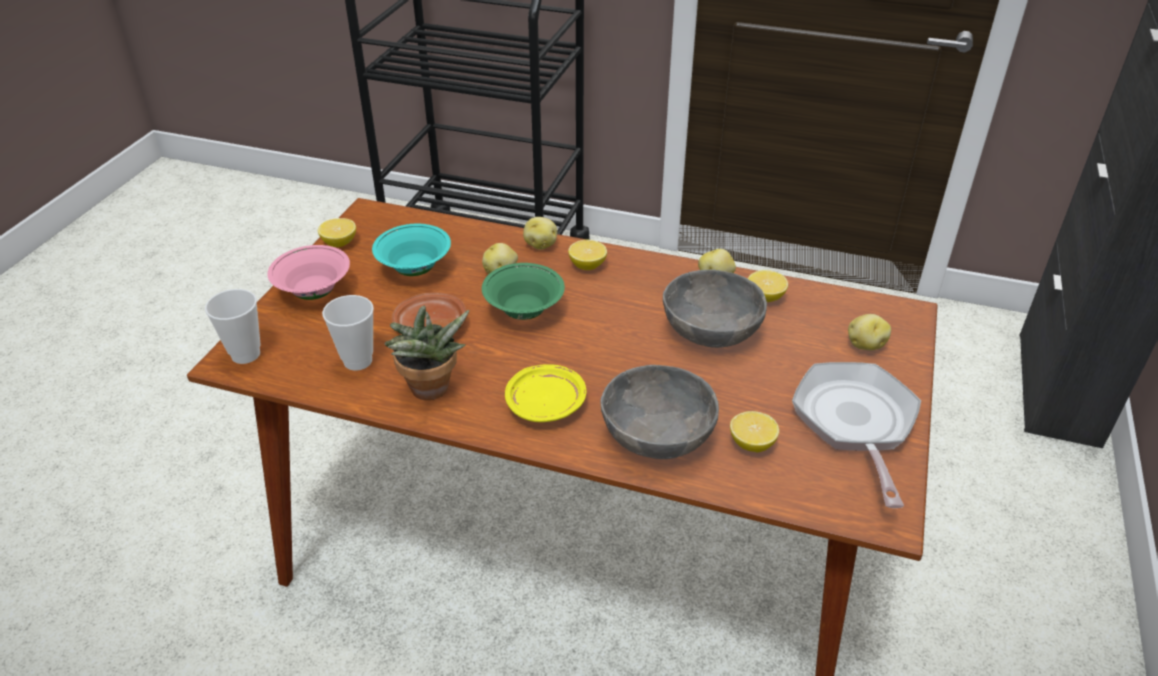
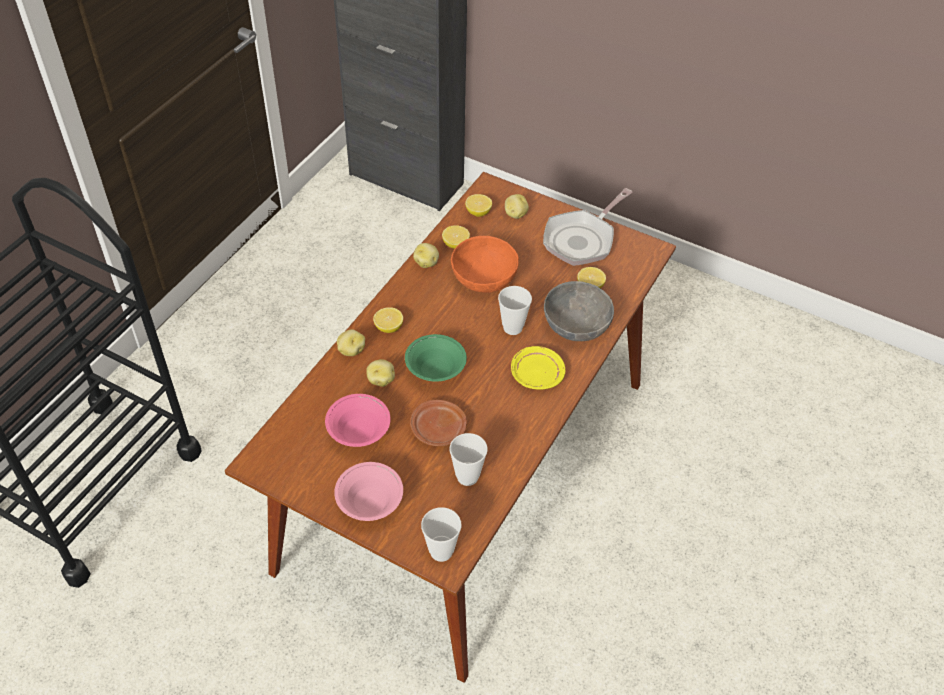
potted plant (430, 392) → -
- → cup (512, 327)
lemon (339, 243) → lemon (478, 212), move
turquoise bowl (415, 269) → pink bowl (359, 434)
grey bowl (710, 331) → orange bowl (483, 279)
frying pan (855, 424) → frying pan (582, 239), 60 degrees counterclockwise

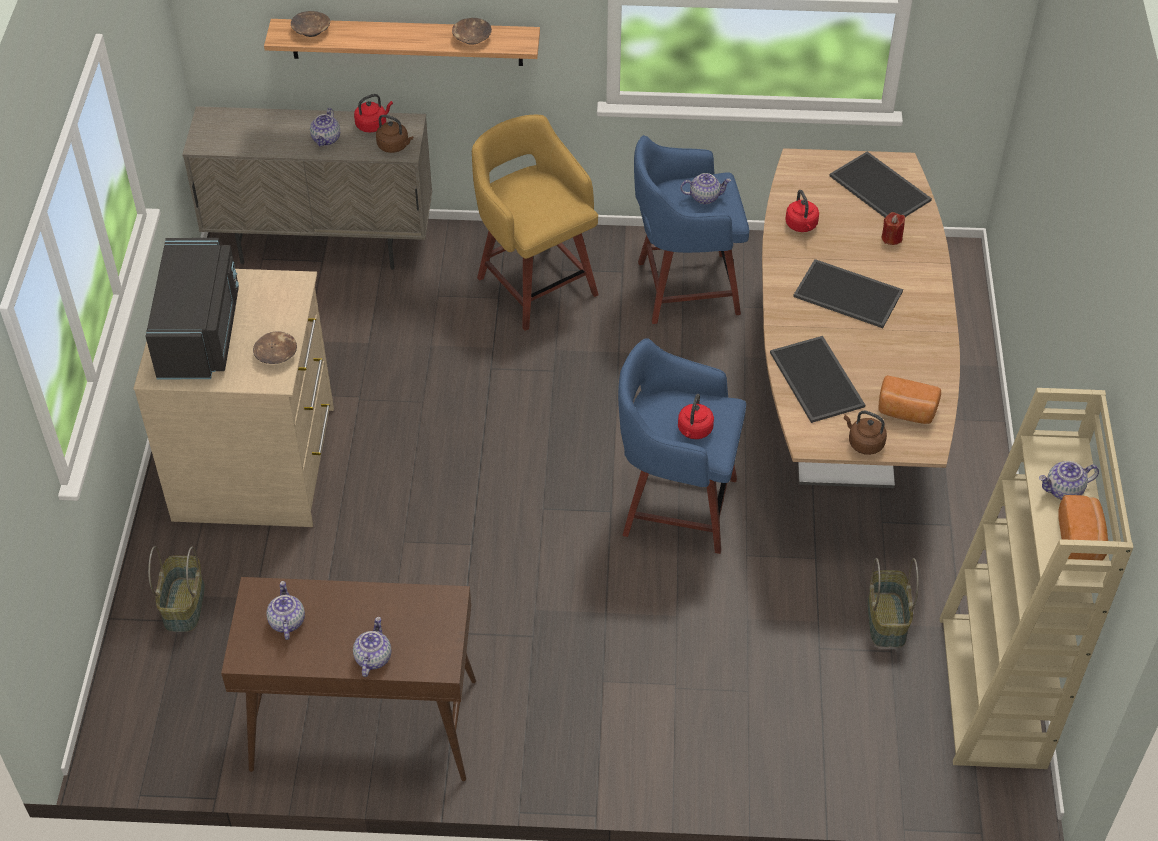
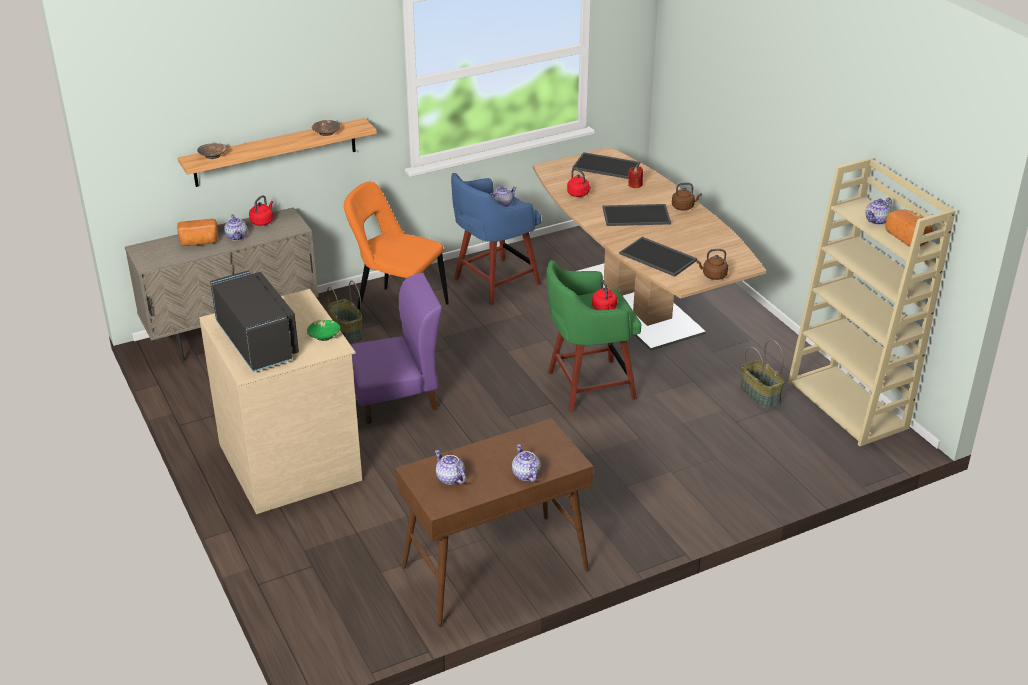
- → purple chair (394, 398)
basket (183, 604) → basket (345, 332), move
brown kettle (394, 146) → brown kettle (684, 207), move
bread (906, 412) → bread (199, 242), move
yellow stool (535, 283) → orange chair (398, 309)
brown bowl (276, 355) → green bowl (324, 335)
blue stool (675, 505) → green stool (588, 385)

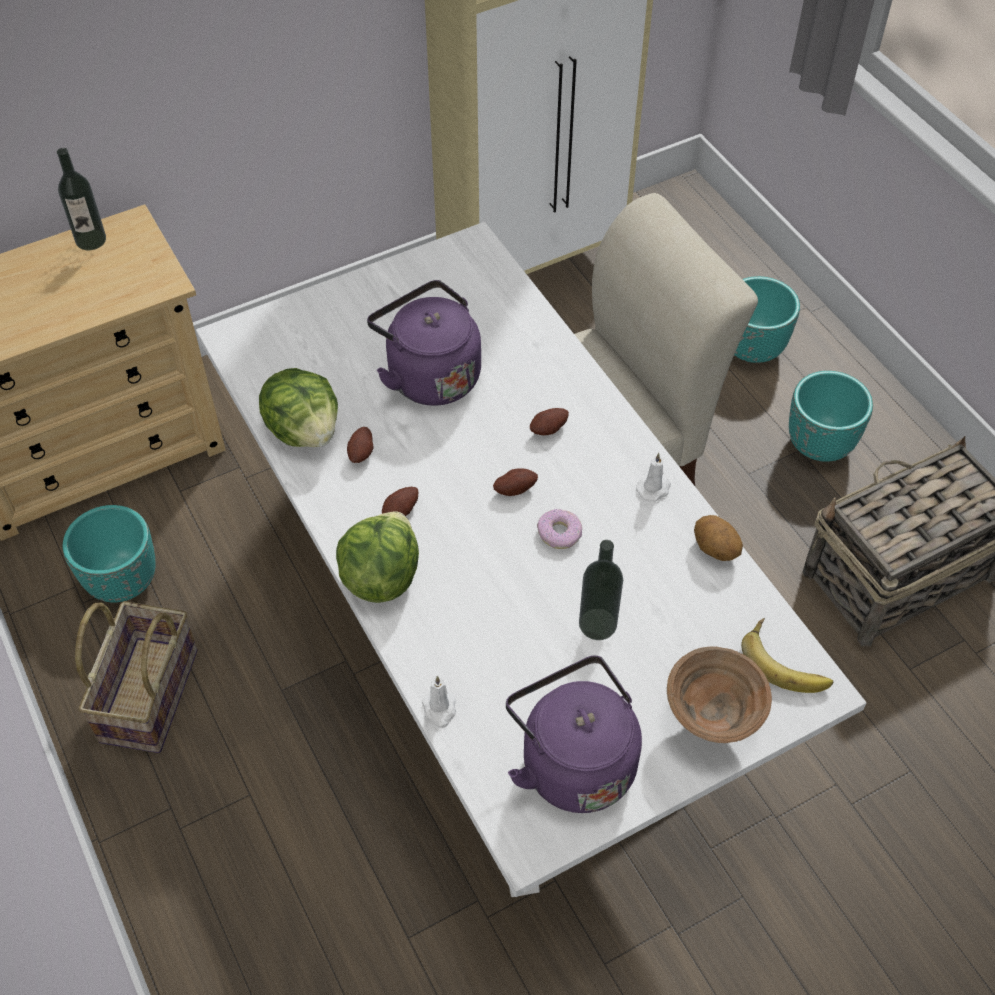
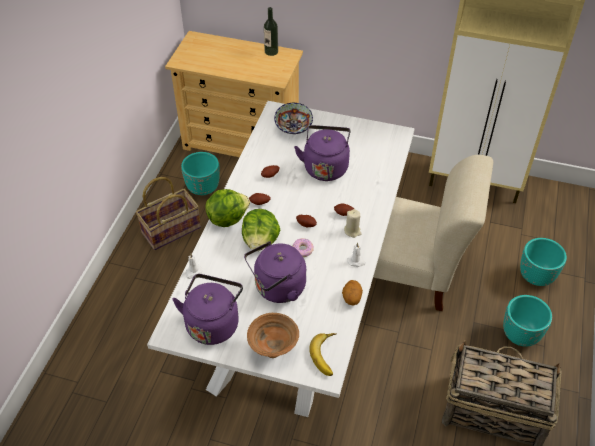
- → bowl (293, 127)
- → beige candle (352, 231)
lettuce (304, 430) → lettuce (261, 241), move
bottle (597, 624) → purple kettle (277, 288)

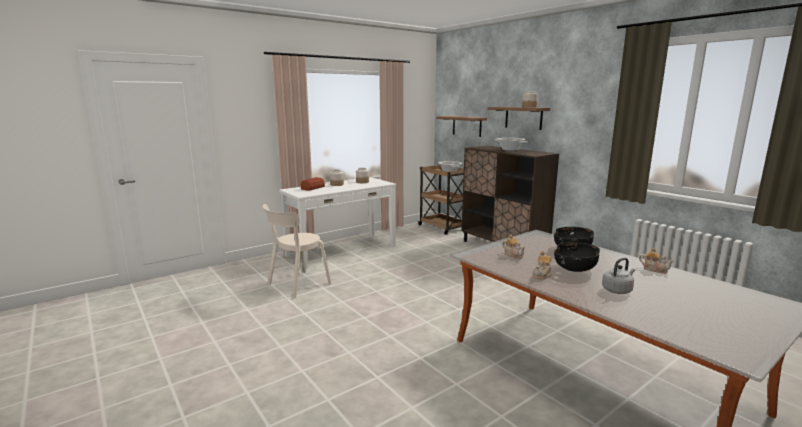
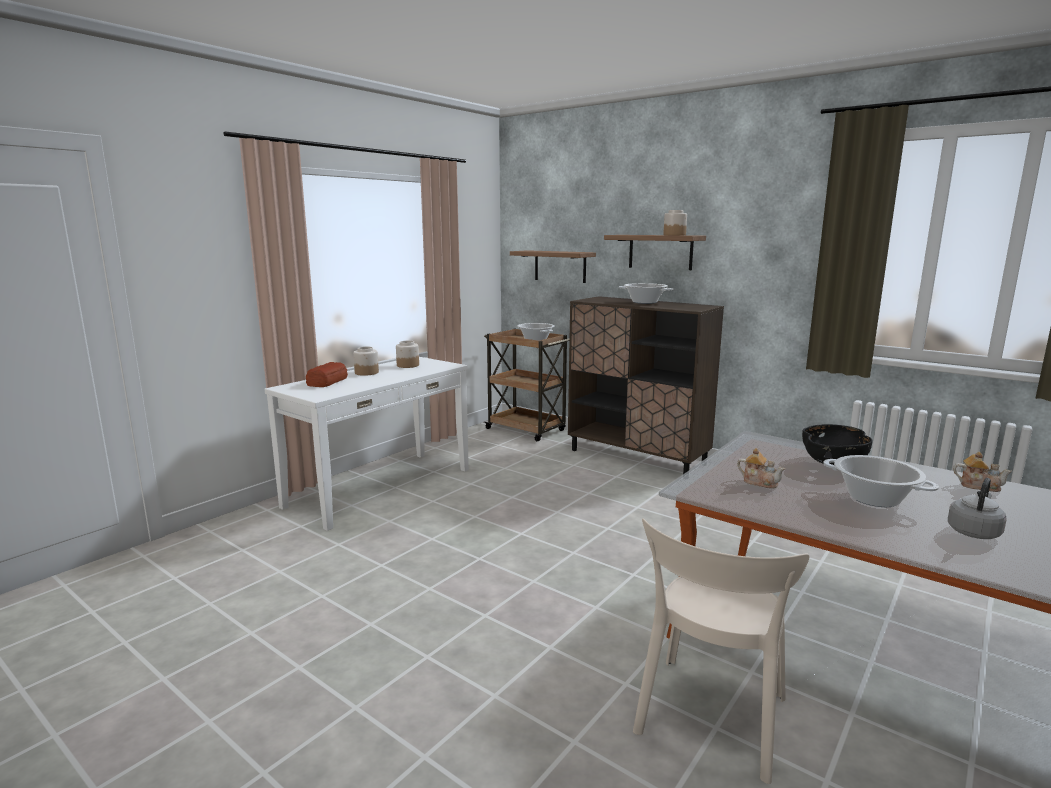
teapot (542, 275) → -
beige chair (297, 285) → beige chair (710, 720), move
black bowl (575, 269) → cooking pot (874, 498)

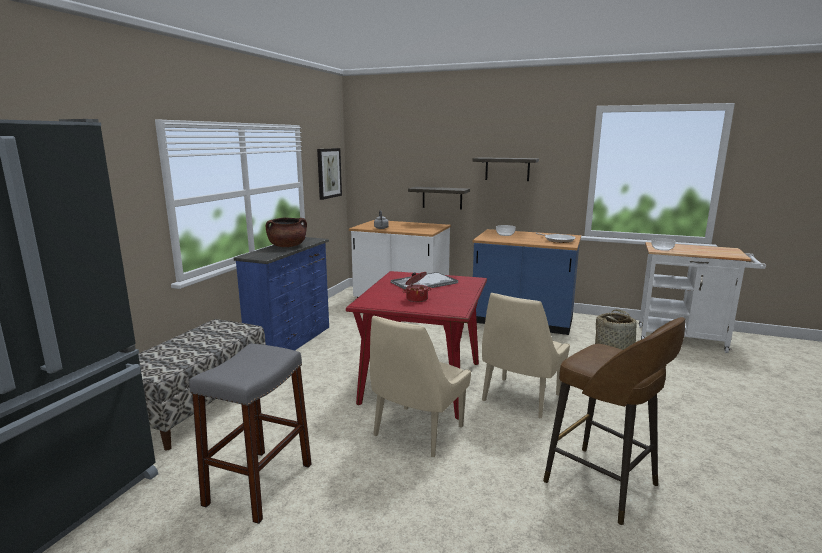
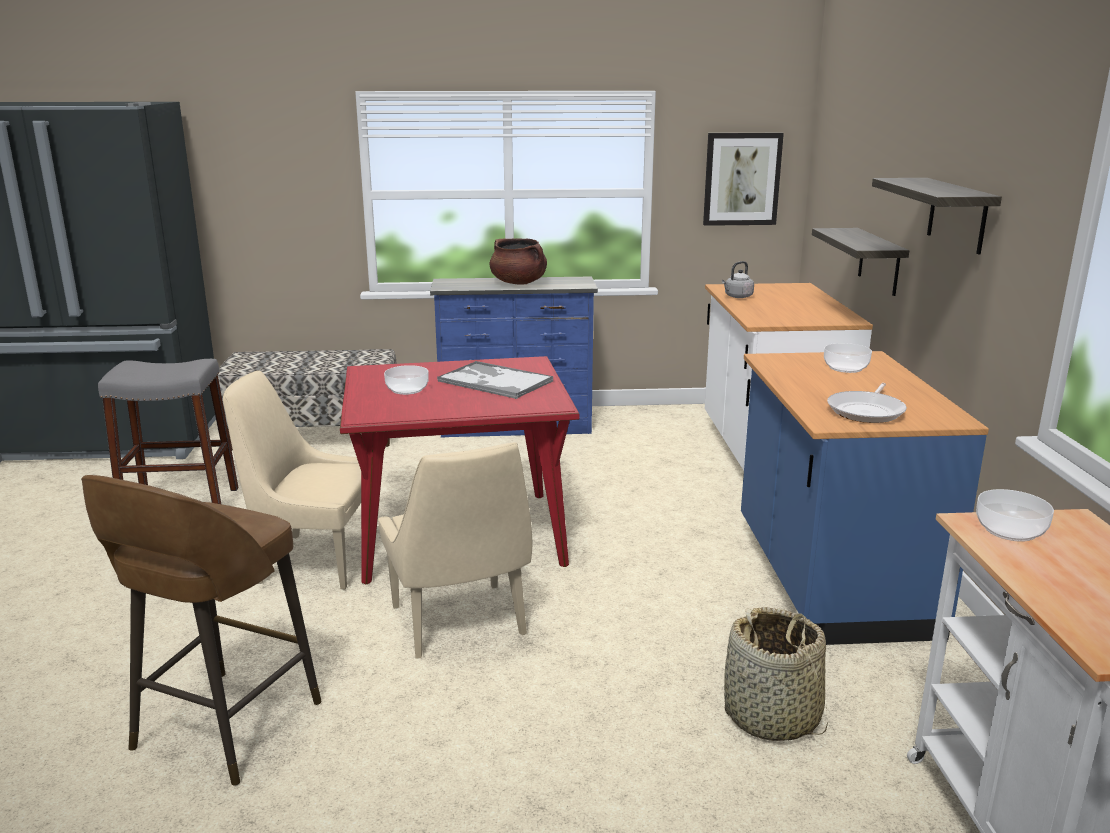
cooking pot (416, 299) → bowl (407, 389)
beige chair (519, 399) → beige chair (459, 623), 120 degrees counterclockwise

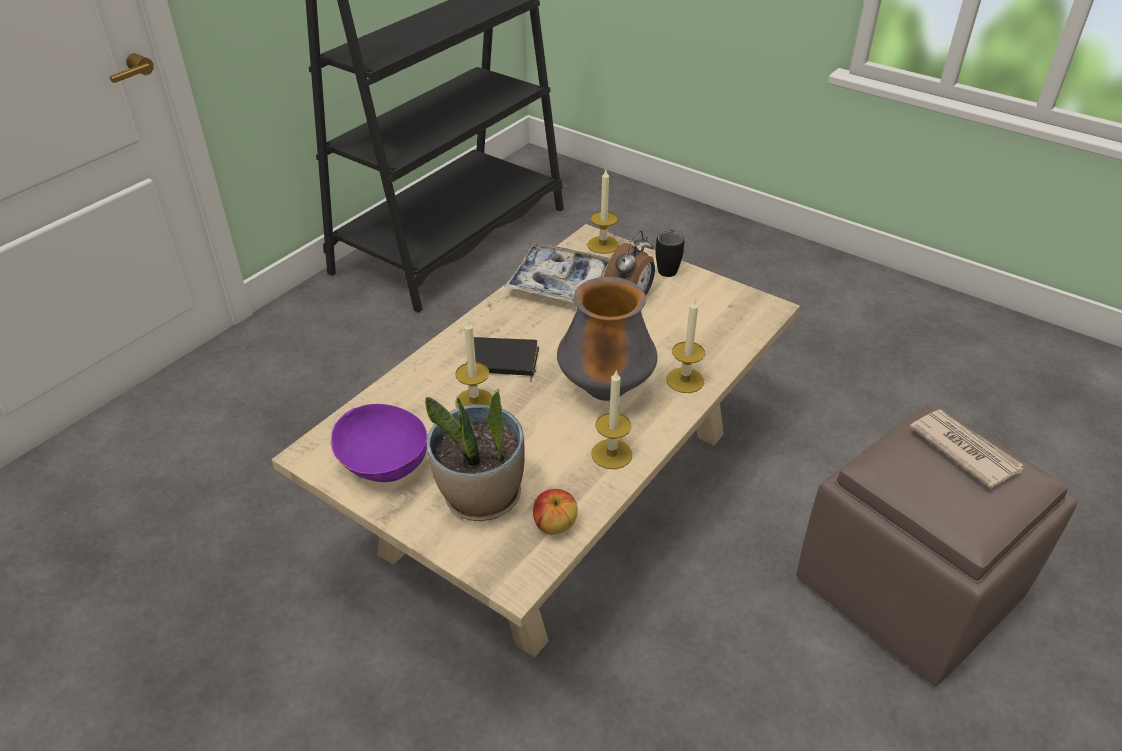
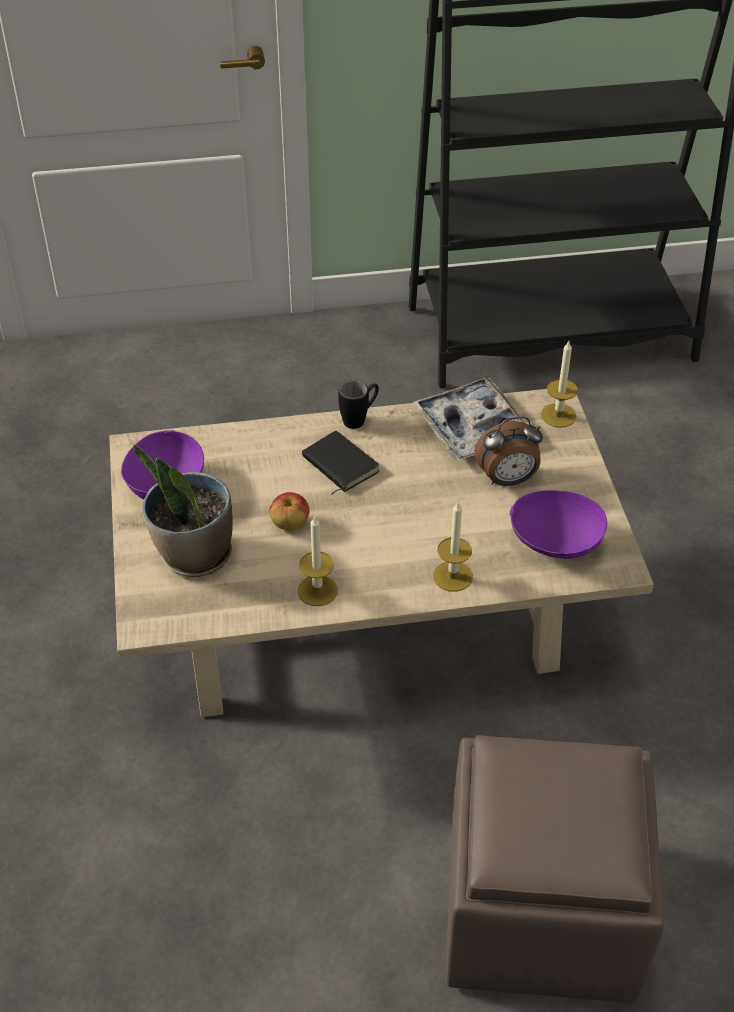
candle (474, 402) → -
vase (605, 391) → -
newspaper (963, 449) → -
- → purple bowl (554, 544)
apple (554, 525) → apple (290, 524), move
black mug (668, 267) → black mug (359, 419), move

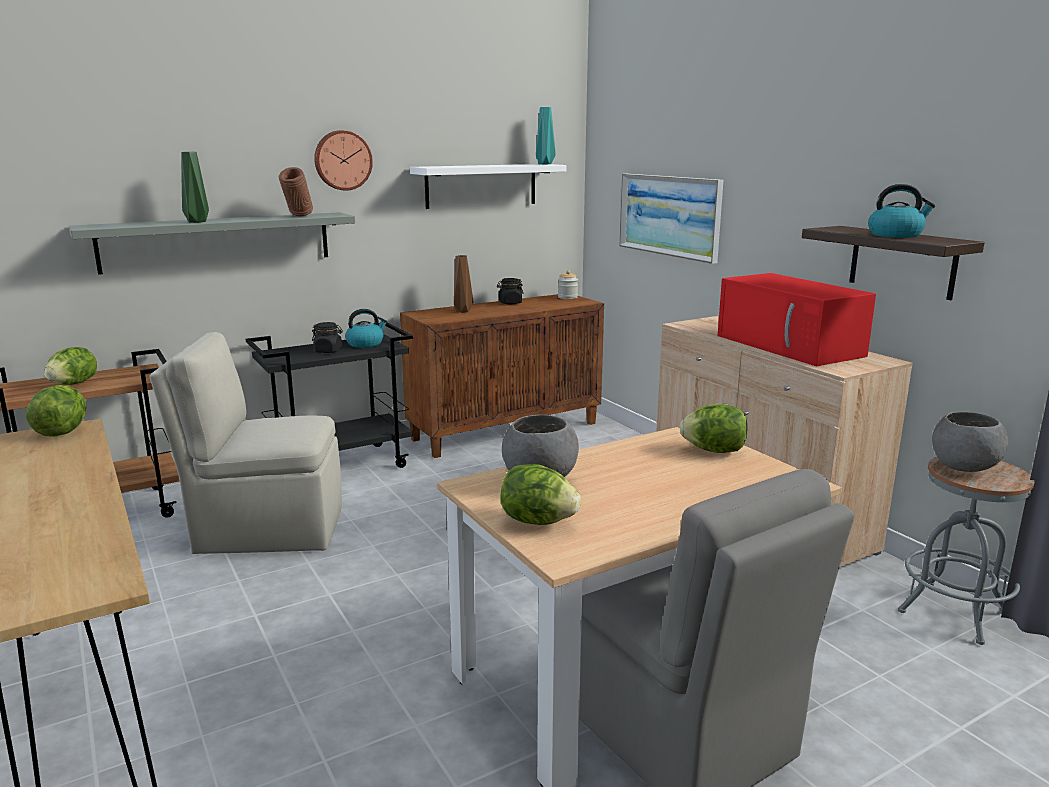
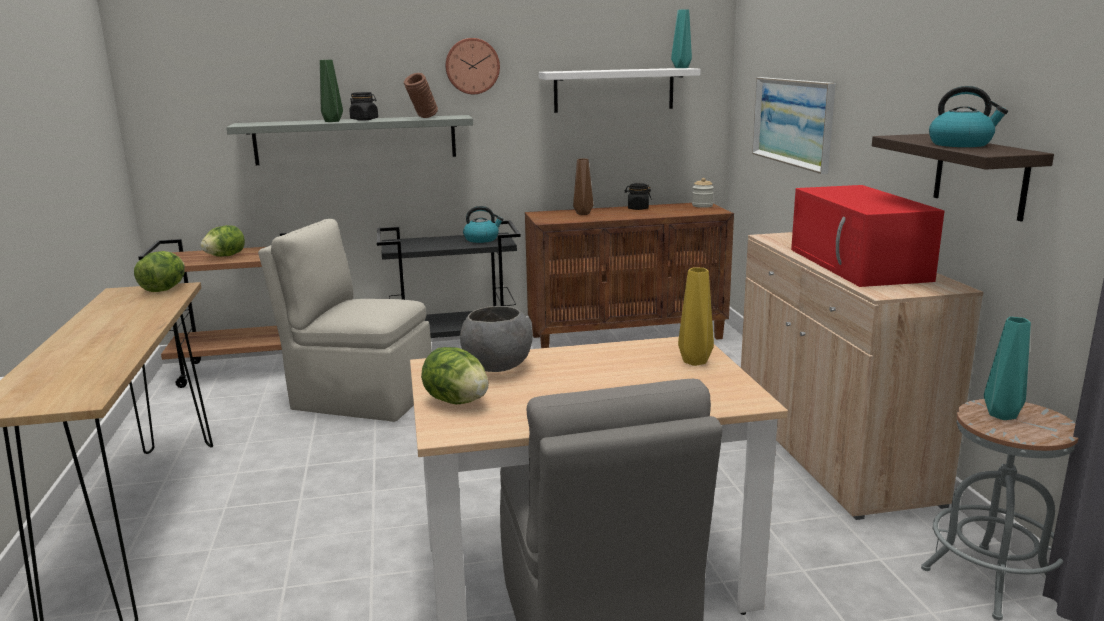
black jar (328, 351) → black jar (364, 119), move
lettuce (714, 450) → yellow vase (693, 361)
grey bowl (964, 468) → turquoise vase (1000, 415)

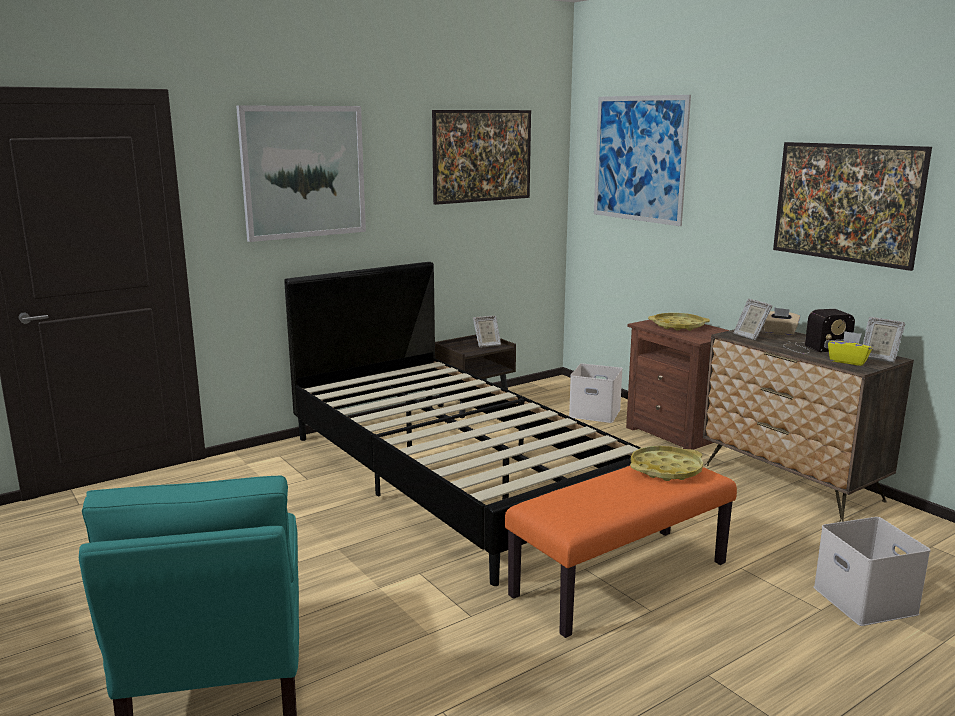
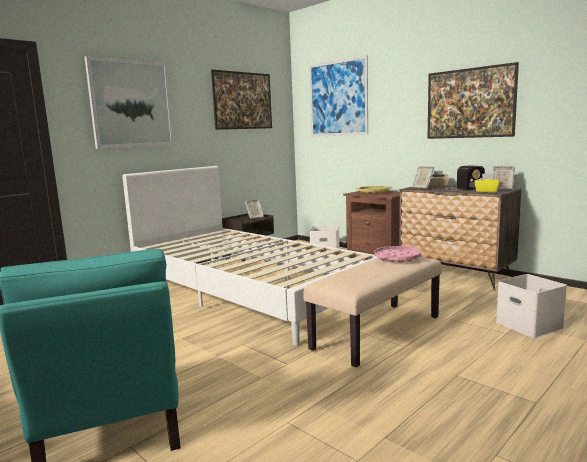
black bed (454, 476) → white bed (248, 292)
orange bench (620, 578) → beige bench (377, 332)
yellow tray (666, 469) → pink tray (397, 258)

